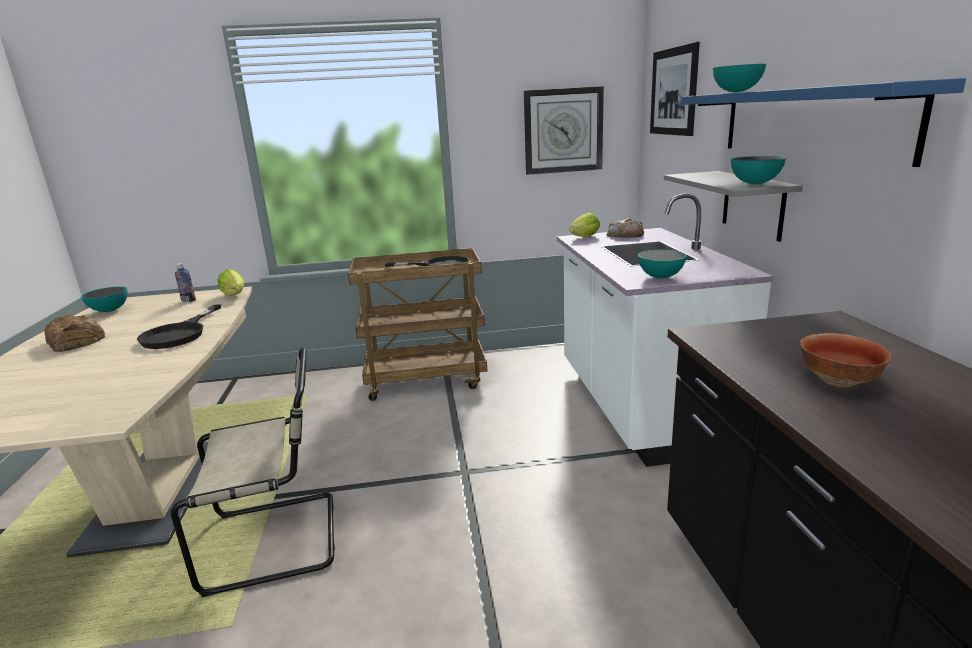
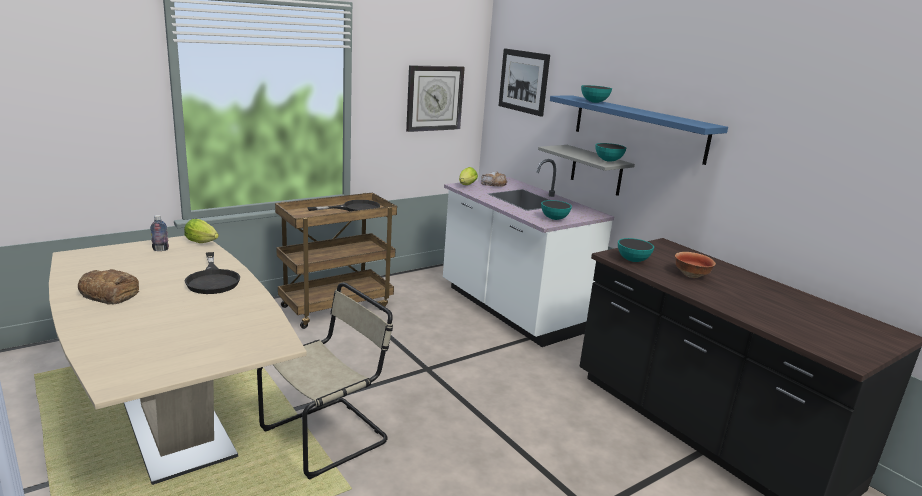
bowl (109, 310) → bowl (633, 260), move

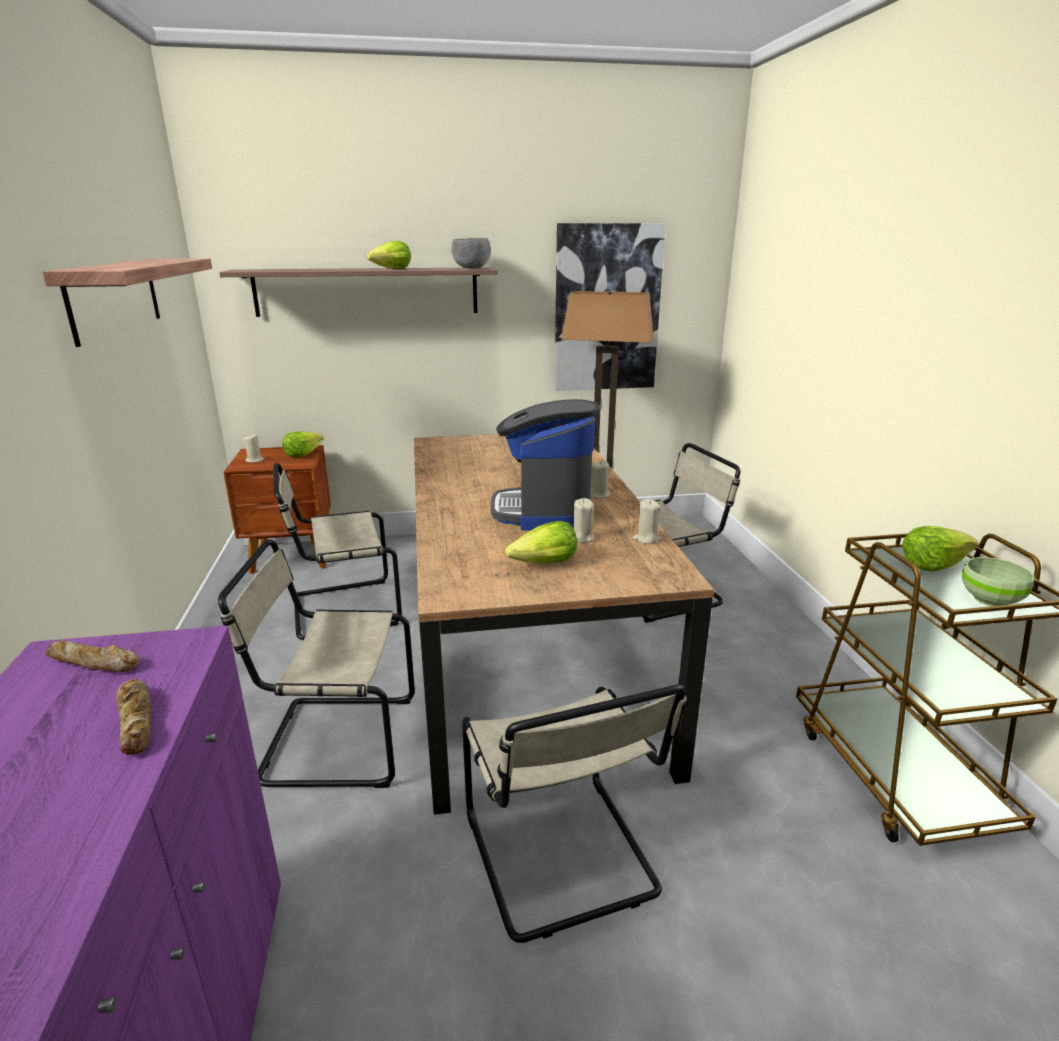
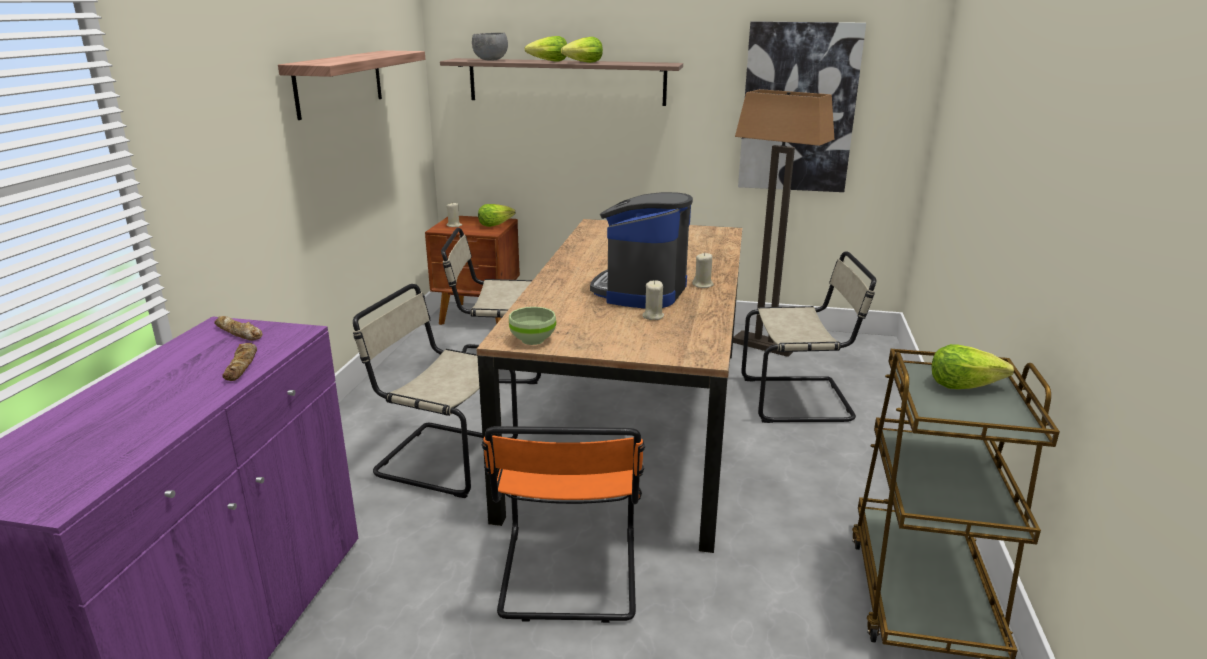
beige candle (646, 539) → -
grey bowl (472, 268) → grey bowl (490, 60), move
lettuce (545, 563) → lettuce (548, 61), move
green bowl (990, 600) → green bowl (532, 340), move
beige chair (562, 859) → orange chair (569, 577)

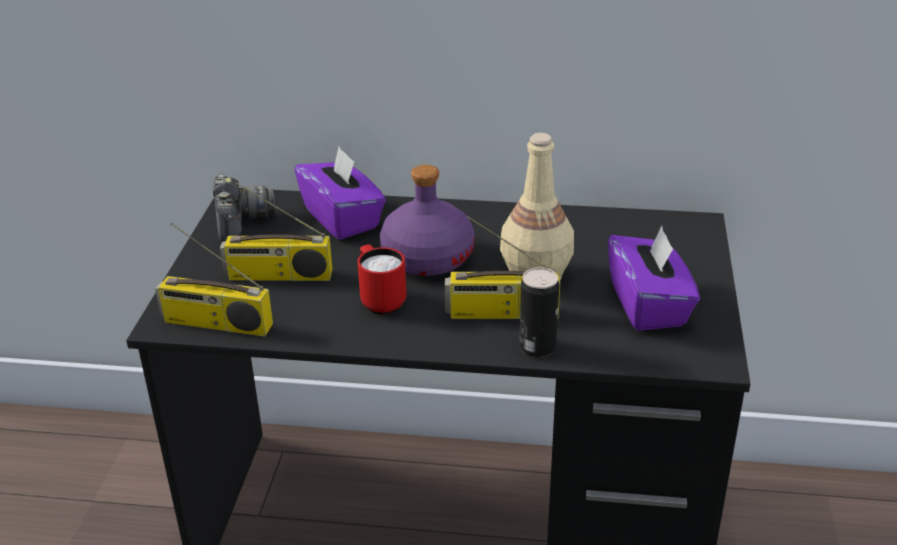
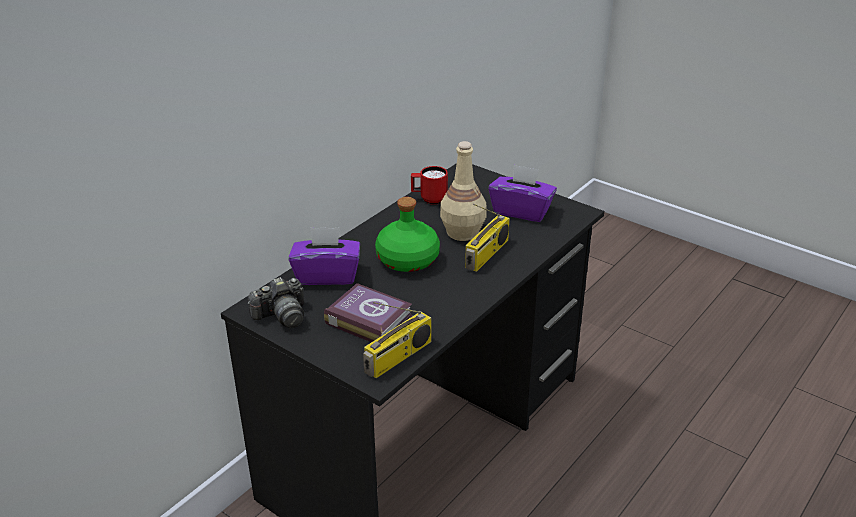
can (537, 347) → -
red mug (380, 300) → red mug (429, 199), move
radio (278, 276) → book (368, 318)
purple bottle (426, 258) → green bottle (407, 260)
photo camera (240, 221) → photo camera (282, 316), 135 degrees clockwise

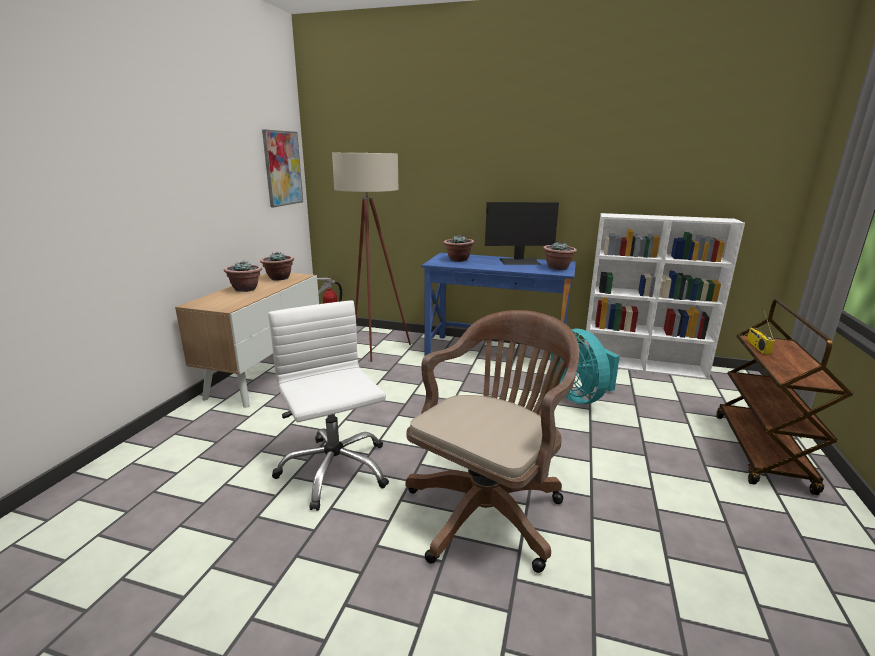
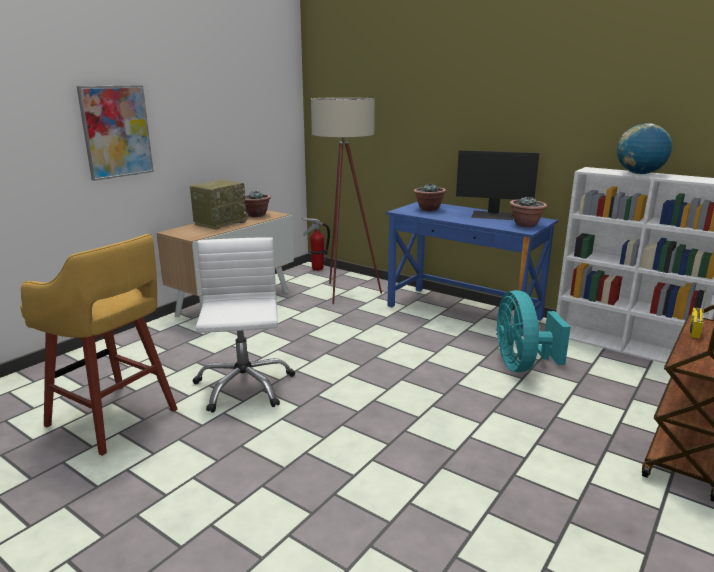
brown office chair (489, 508) → -
- → yellow stool (114, 419)
- → globe (639, 174)
picture (282, 168) → picture (116, 131), move
potted plant (245, 289) → radio (220, 223)

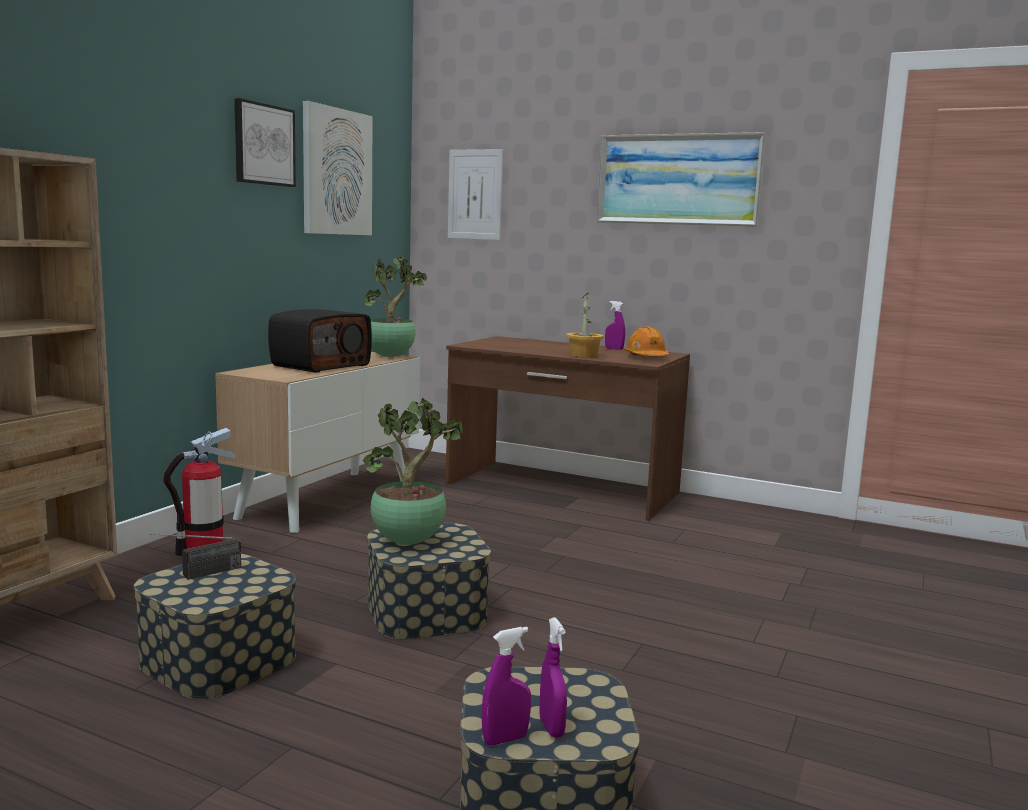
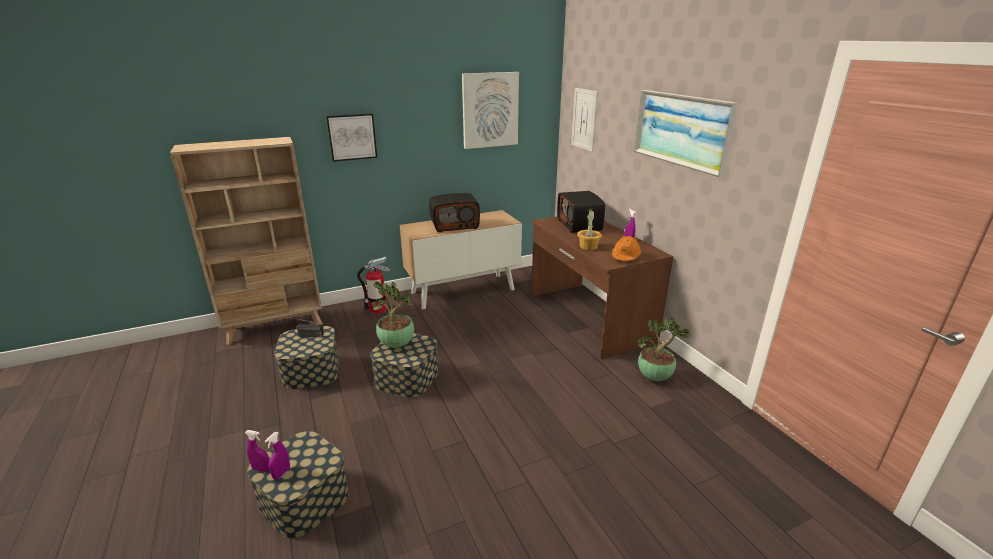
- → radio (580, 225)
picture (263, 144) → picture (352, 137), move
potted plant (391, 356) → potted plant (655, 377), move

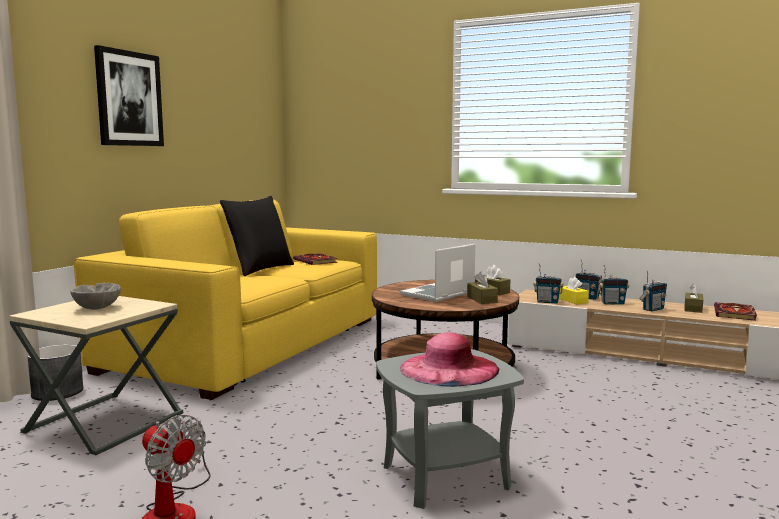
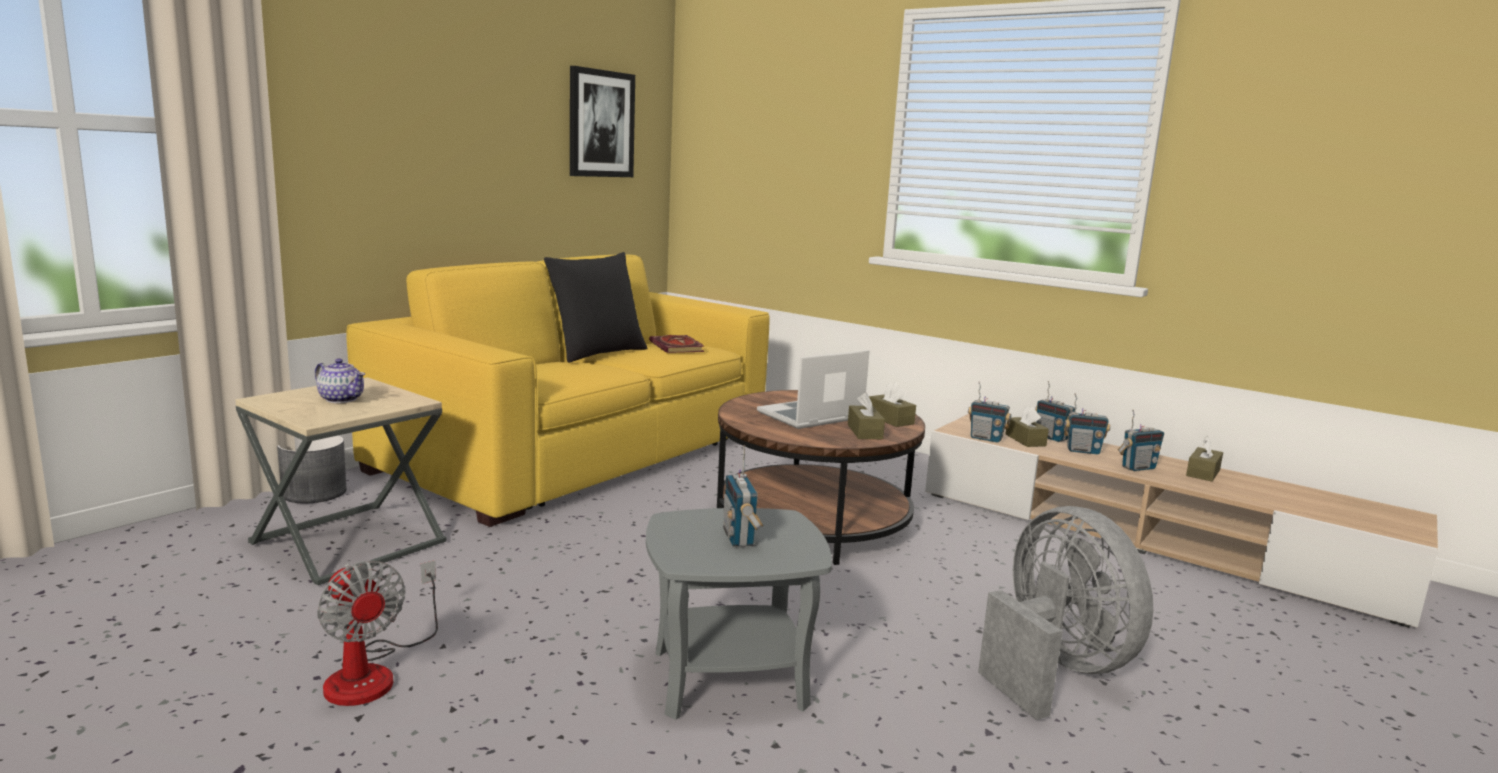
book (735, 314) → -
- → grey fan (1054, 669)
picture (129, 99) → picture (601, 124), move
grey bowl (97, 308) → teapot (341, 399)
pink hat (449, 368) → radio (739, 538)
yellow tissue box (572, 300) → brown tissue box (1025, 440)

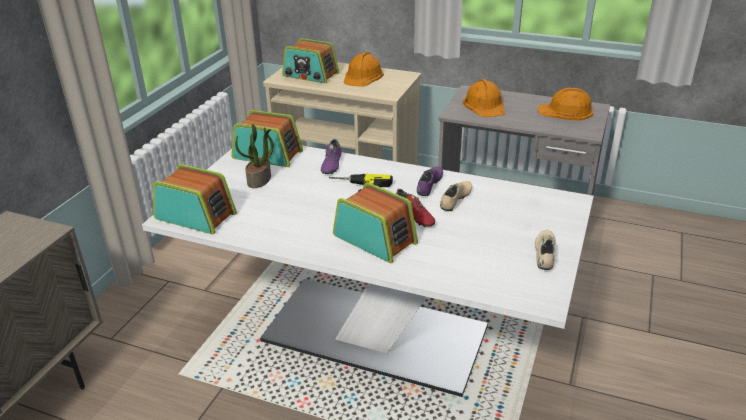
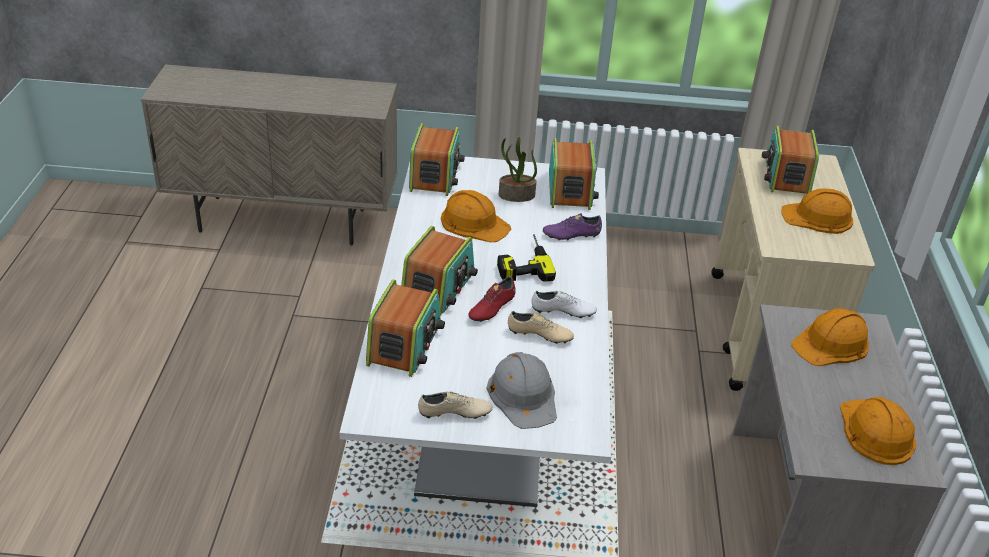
- → radio (405, 344)
- → orange hard hat (474, 222)
- → grey hard hat (523, 395)
purple shoe (430, 185) → white shoe (563, 312)

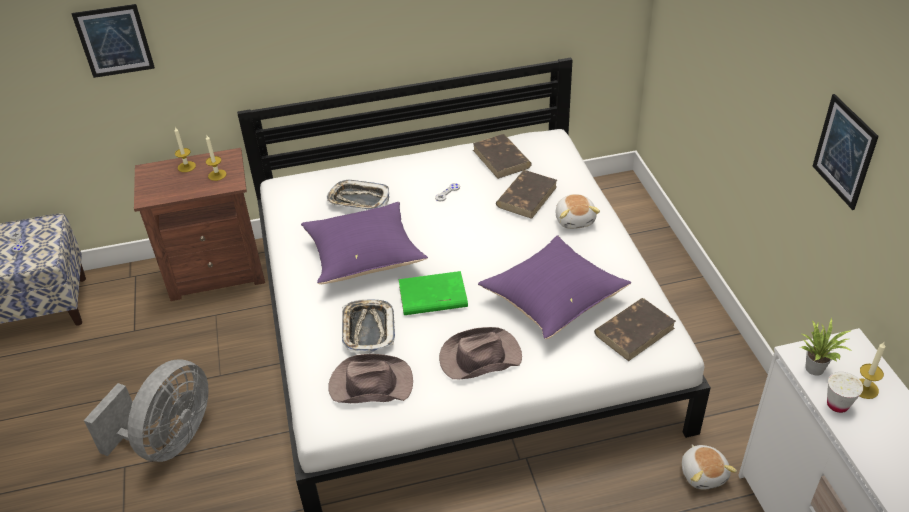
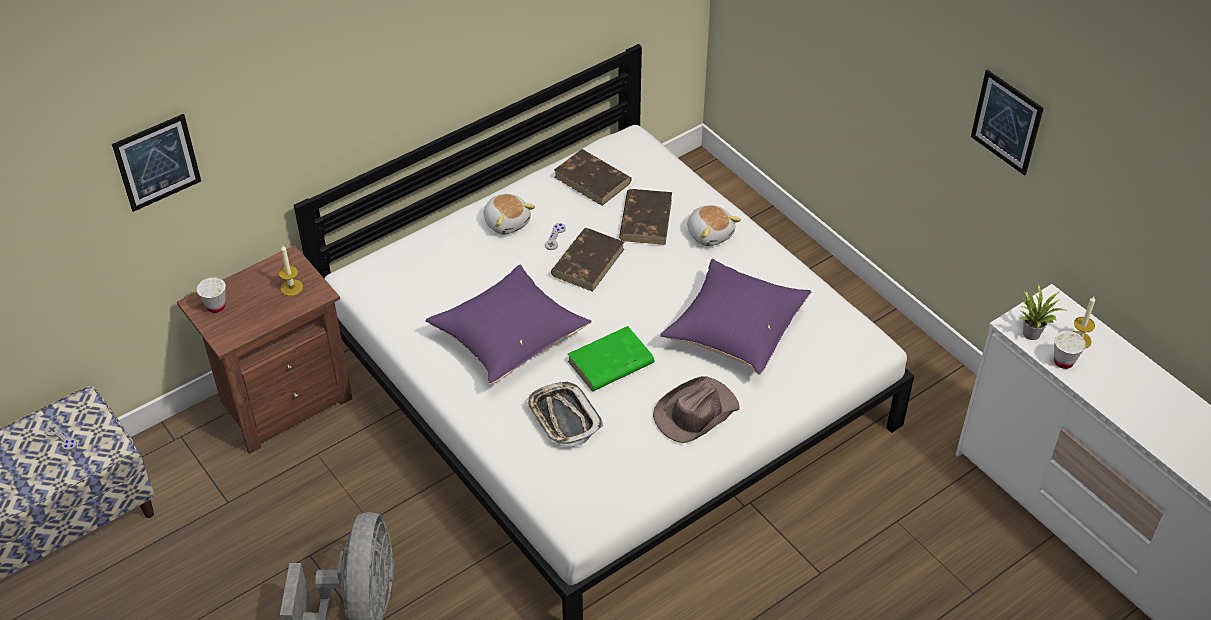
candle (186, 167) → -
tray (358, 199) → -
brown hat (370, 384) → -
- → white cup (216, 306)
brown book (635, 331) → brown book (588, 261), move
plush toy (703, 473) → plush toy (507, 222), move

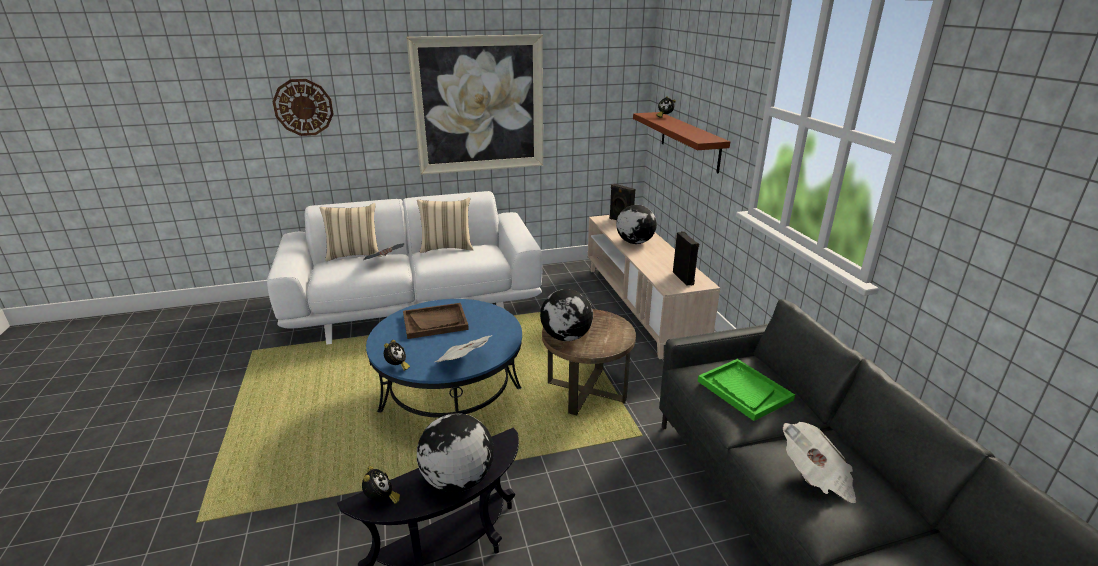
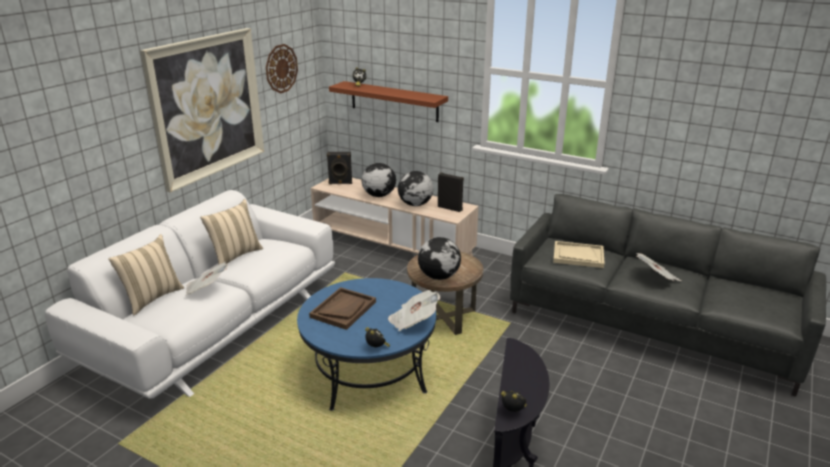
wall clock (303, 107) → wall clock (281, 68), move
globe (457, 479) → globe (415, 204), move
green tray (744, 390) → beige tray (578, 256)

